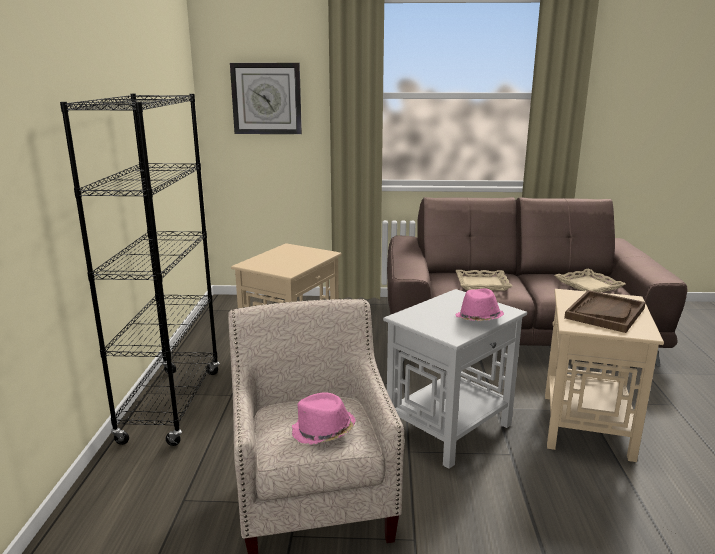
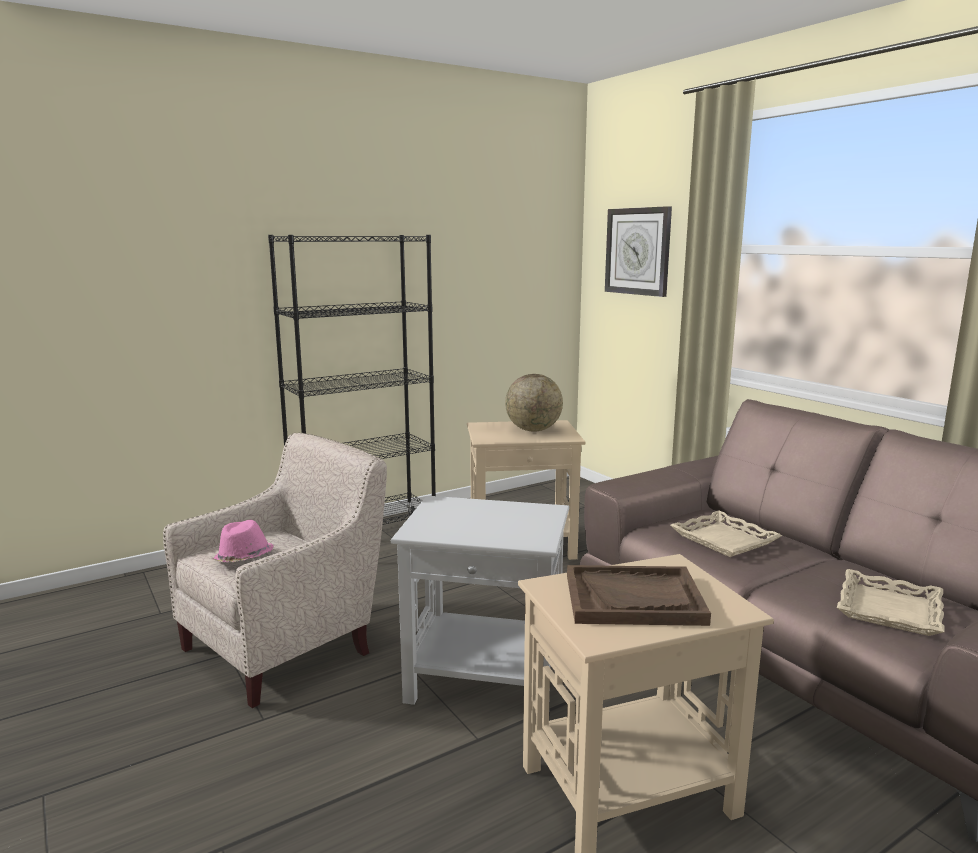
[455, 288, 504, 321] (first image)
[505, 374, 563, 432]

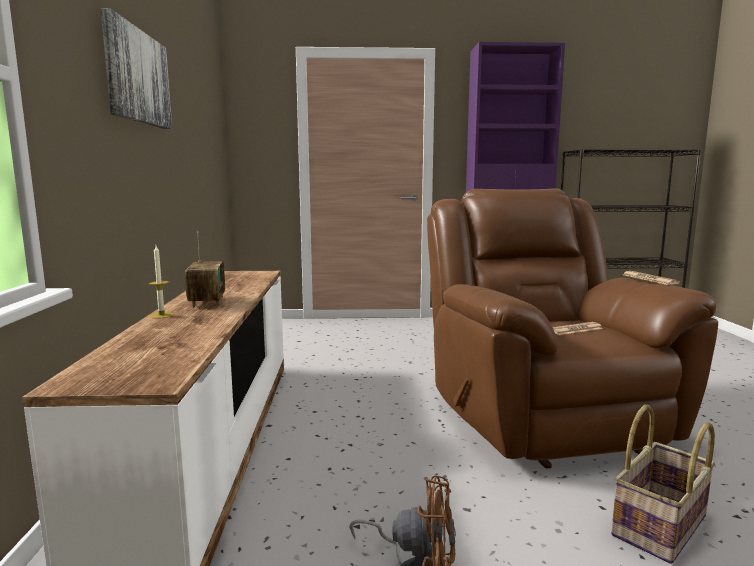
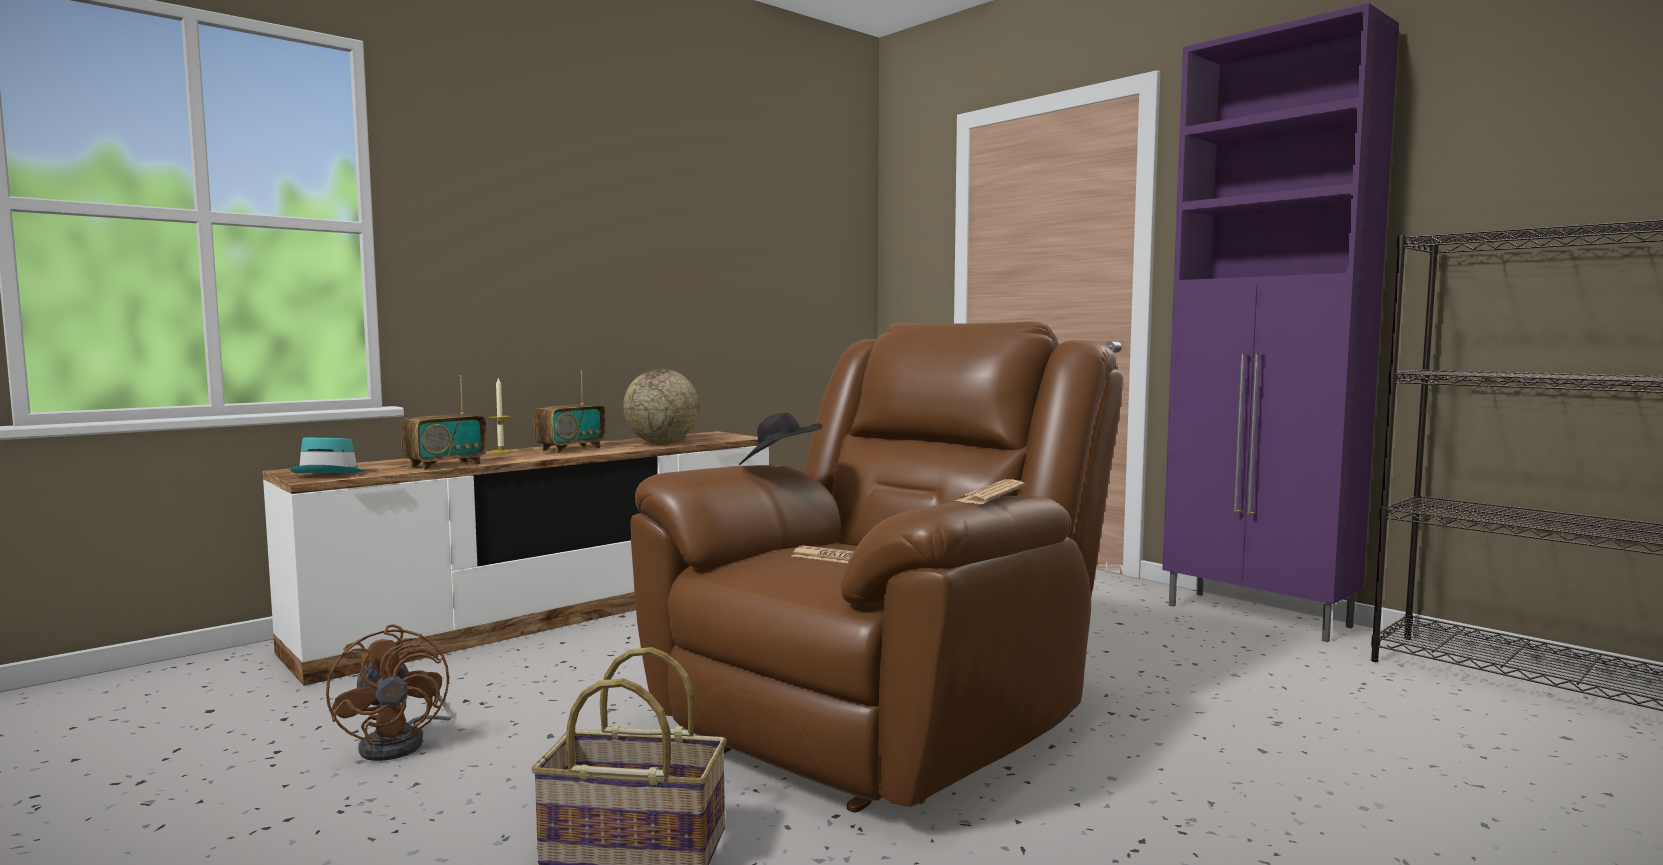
[100, 8, 172, 129] (first image)
[290, 437, 367, 474]
[401, 375, 487, 470]
[623, 369, 699, 444]
[739, 412, 822, 465]

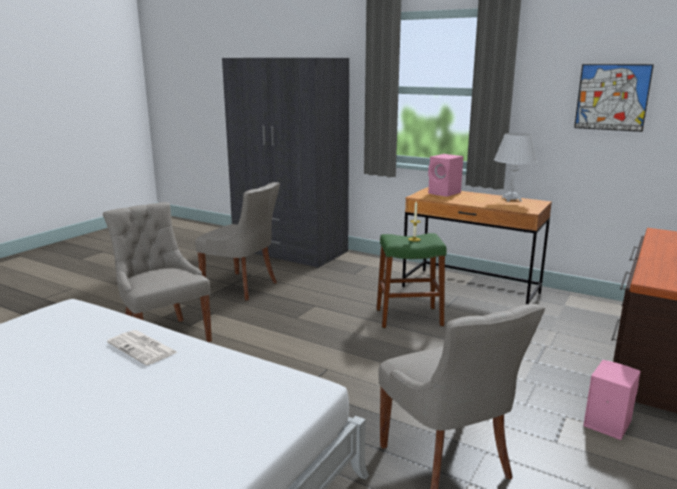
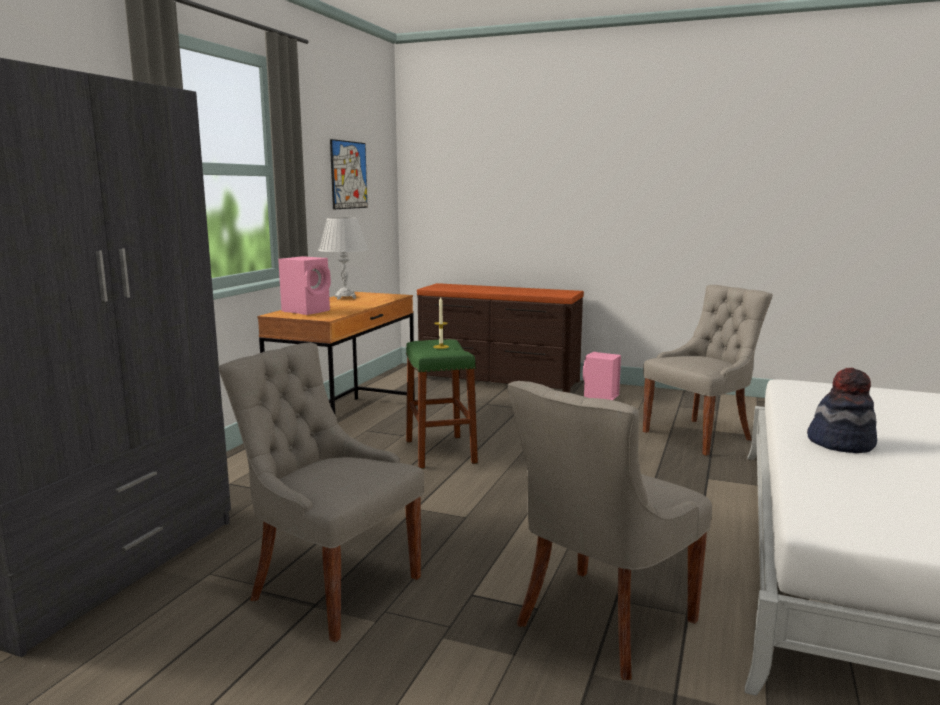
[807, 368, 877, 453]
[219, 342, 424, 642]

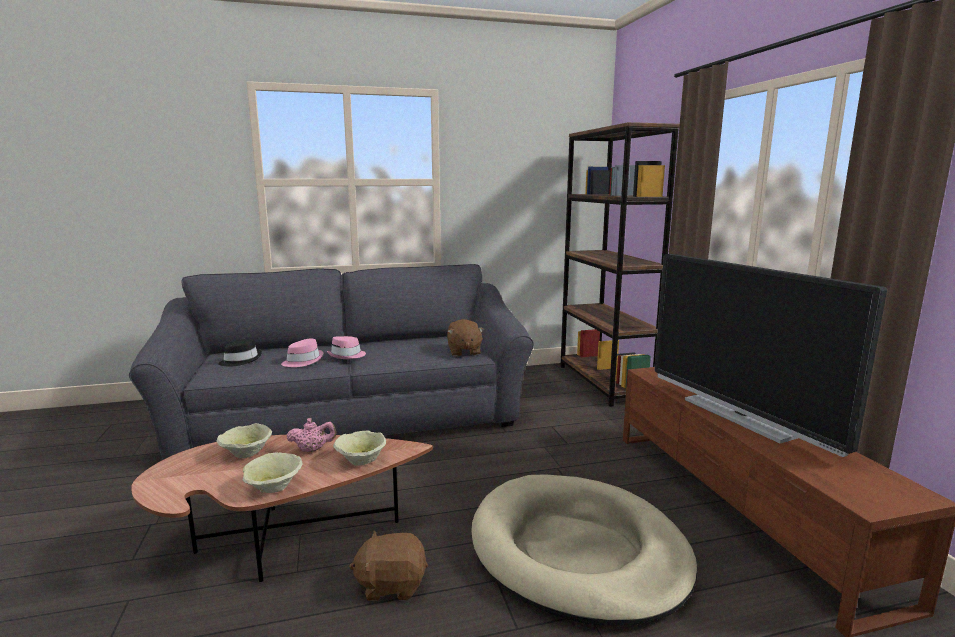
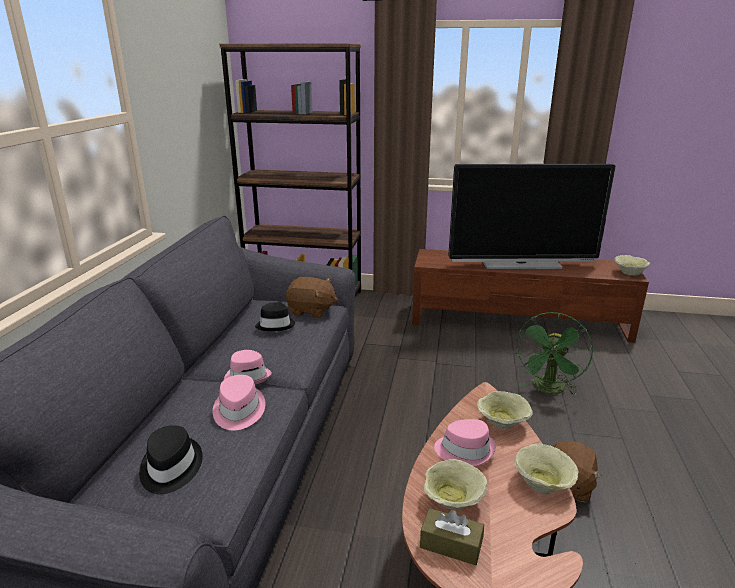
[255, 302, 295, 331]
[420, 508, 484, 565]
[615, 255, 650, 276]
[434, 419, 496, 466]
[515, 312, 593, 395]

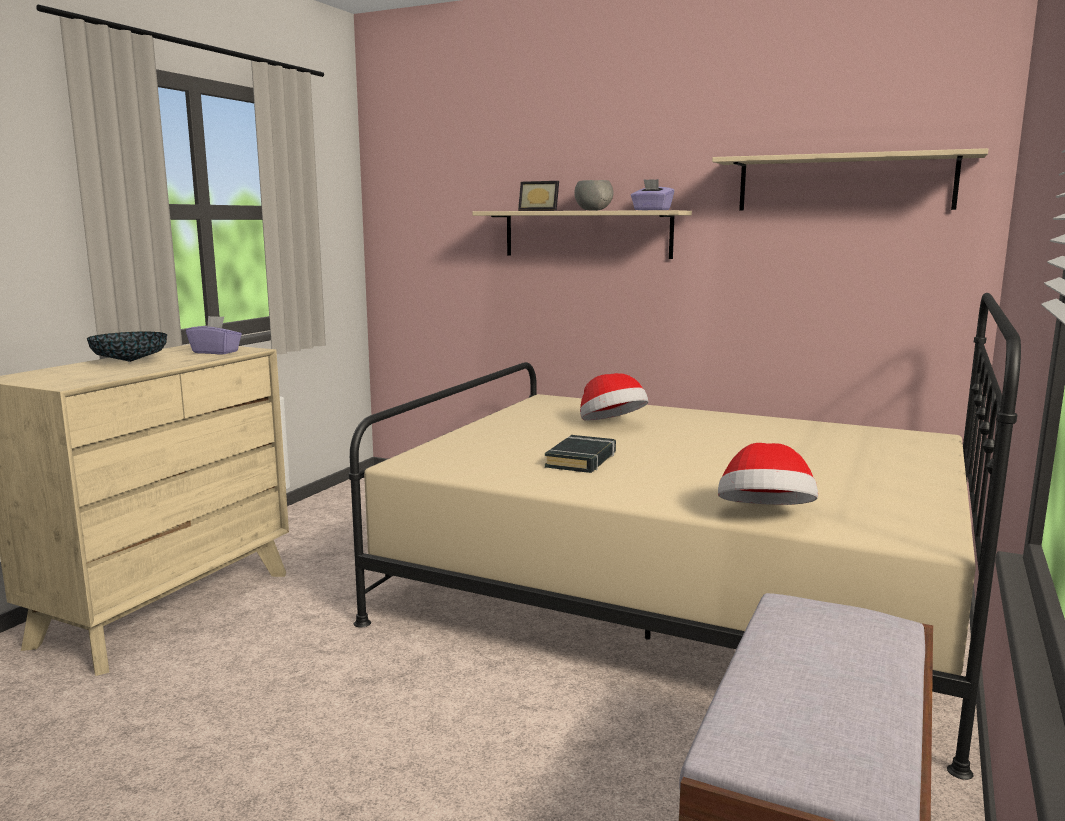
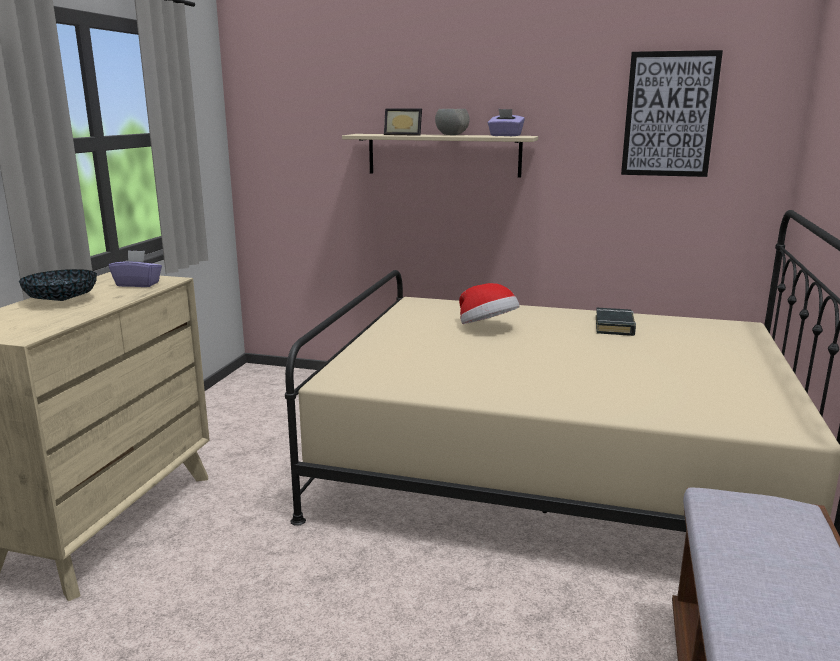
[718, 443, 818, 505] (first image)
[596, 308, 636, 336]
[621, 50, 723, 177]

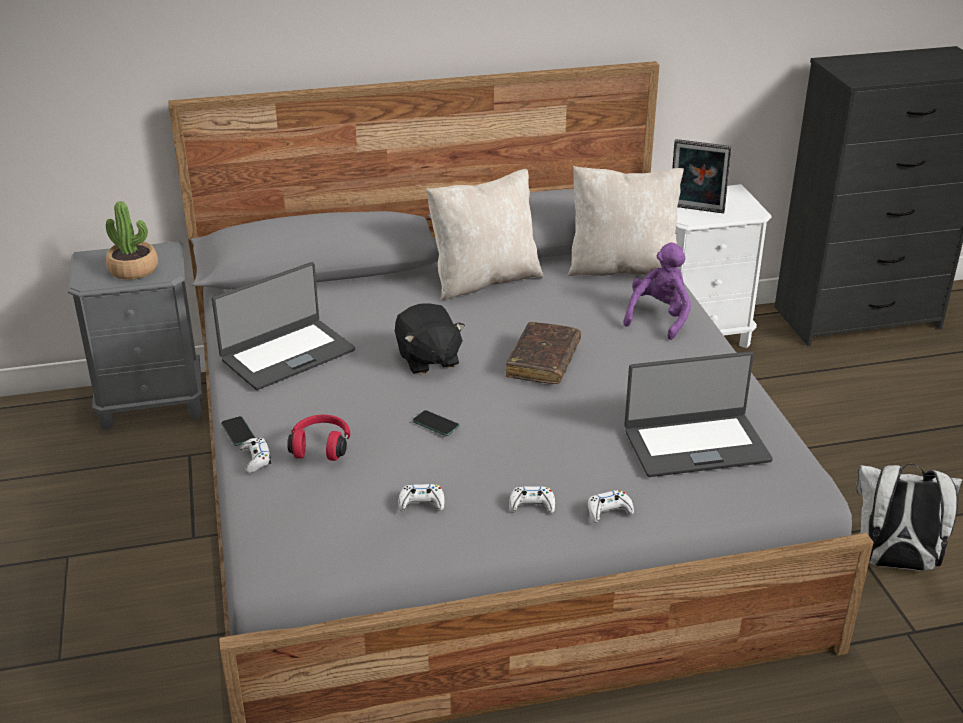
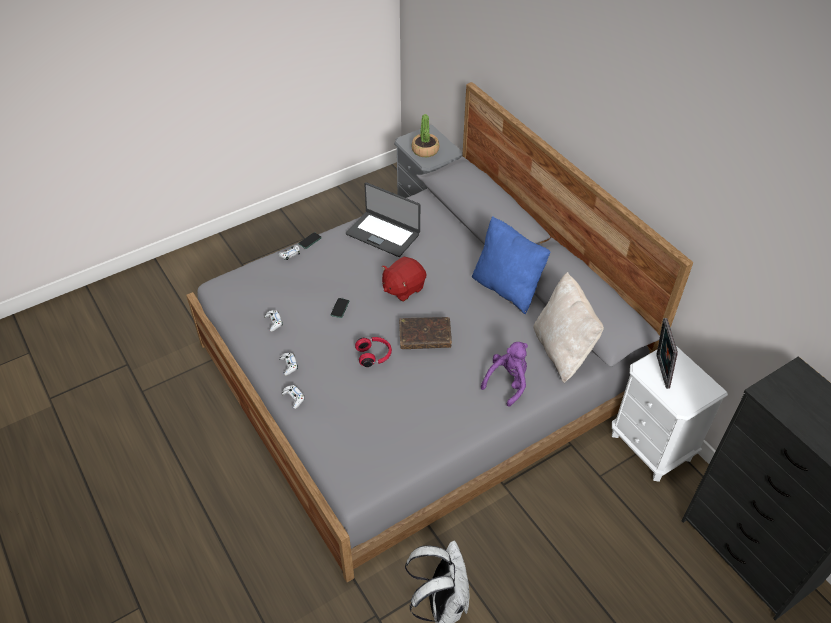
[624, 351, 773, 477] (first image)
[355, 337, 392, 367]
[382, 257, 426, 302]
[472, 216, 550, 314]
[481, 342, 528, 407]

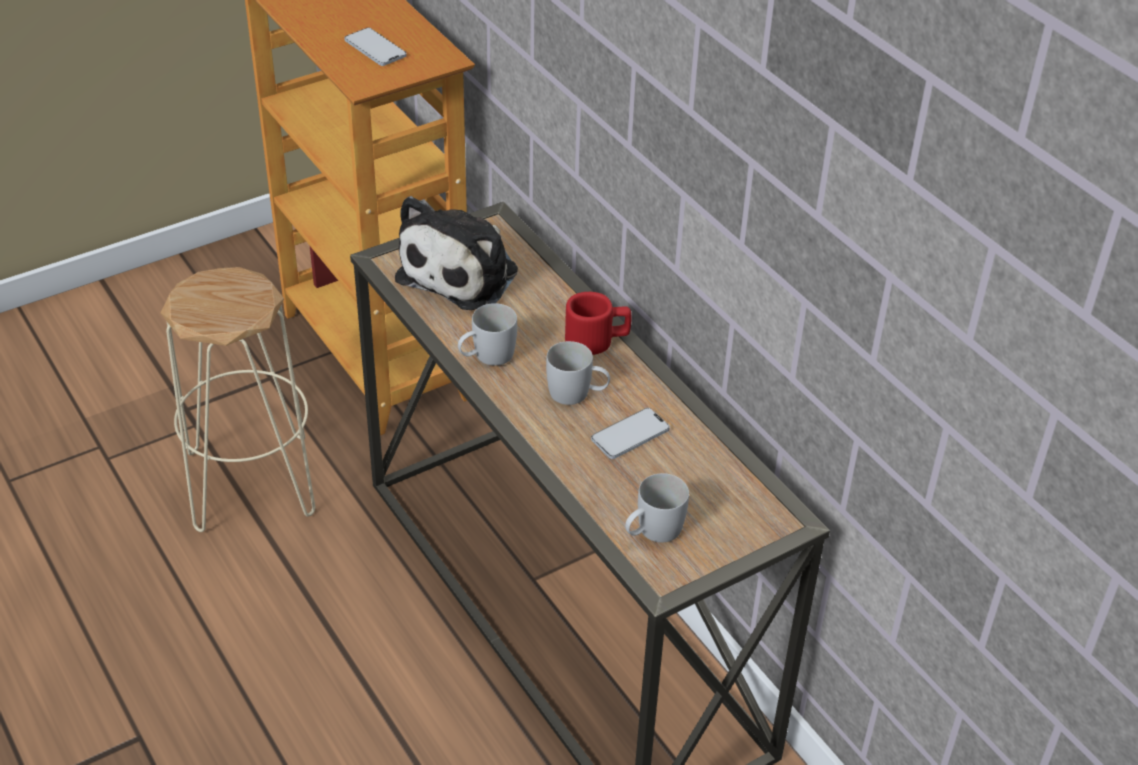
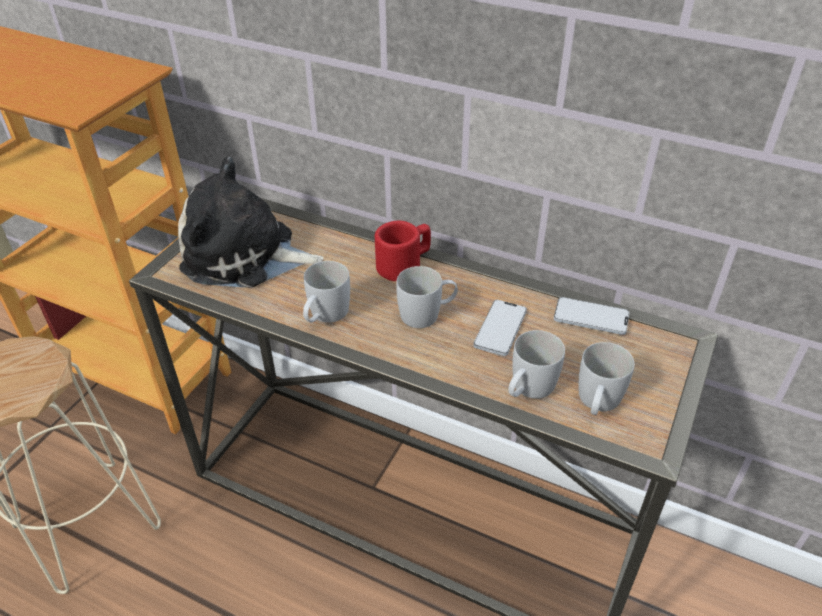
[508, 330, 565, 399]
[554, 297, 629, 335]
[178, 157, 323, 288]

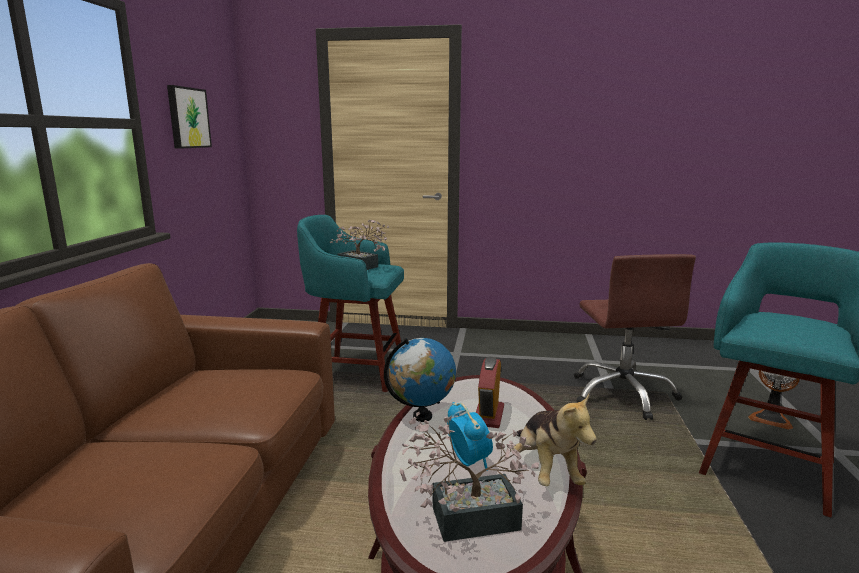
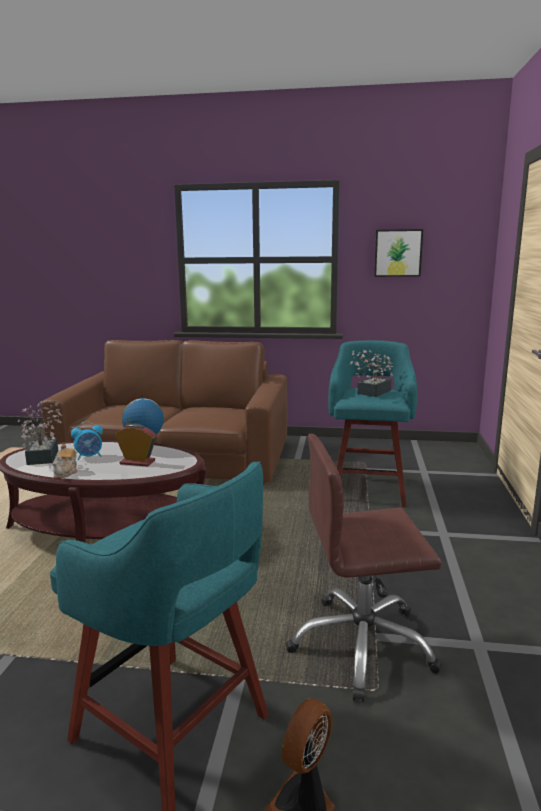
[52, 444, 78, 478]

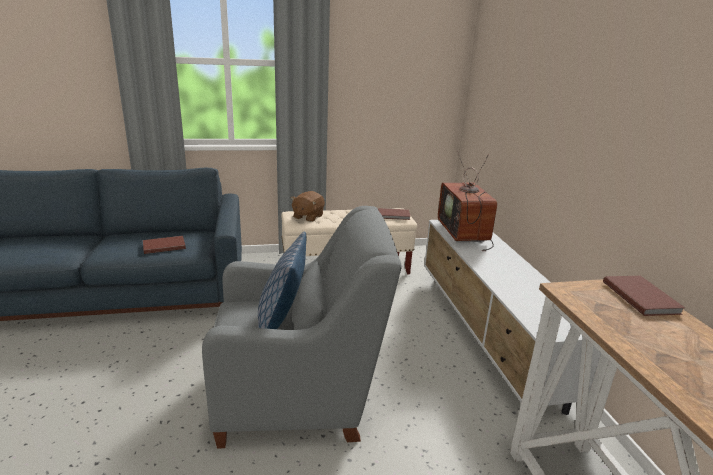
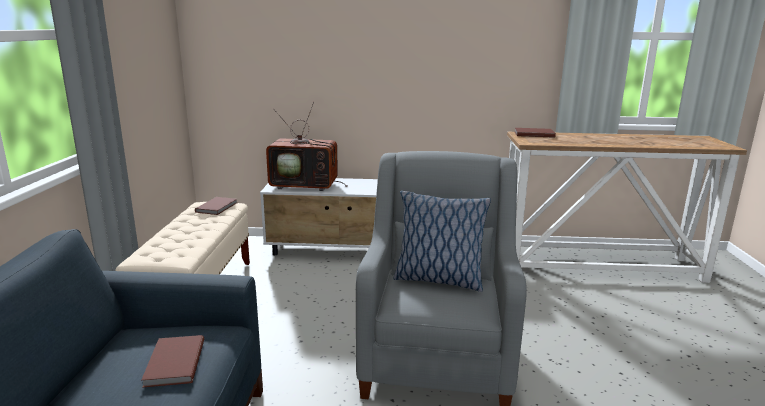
[291, 191, 325, 222] (first image)

